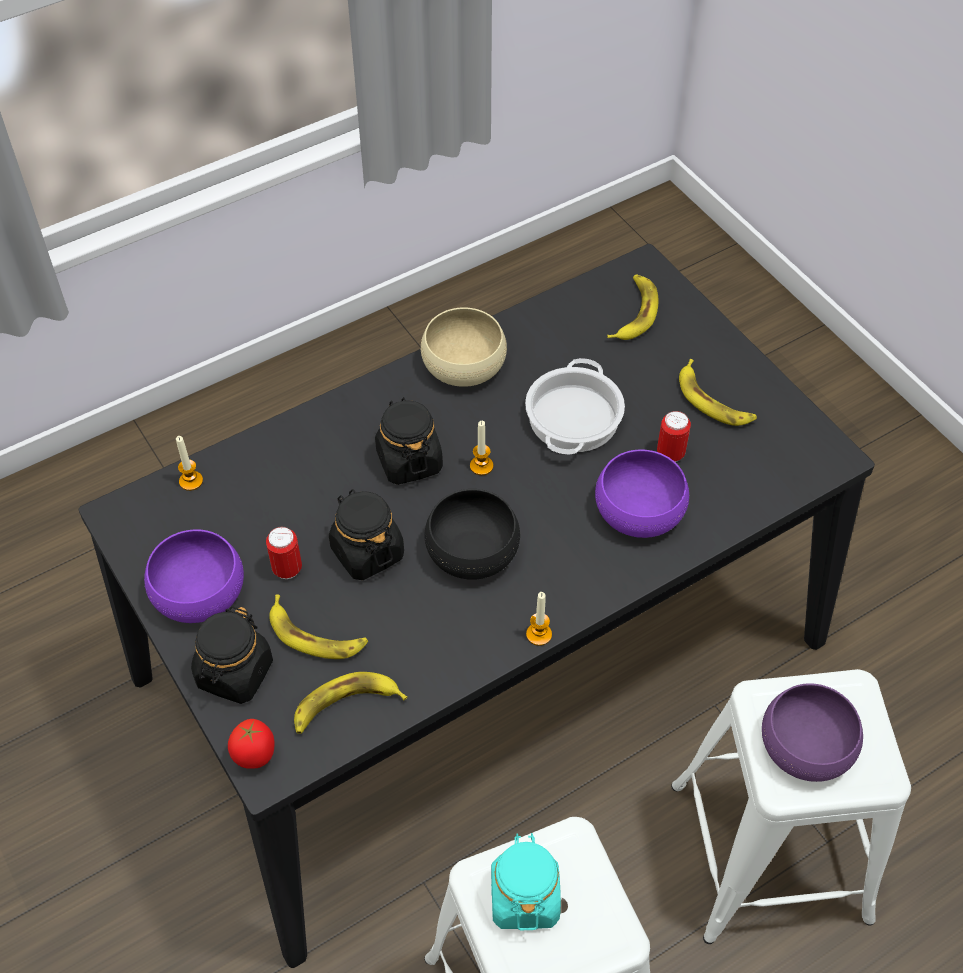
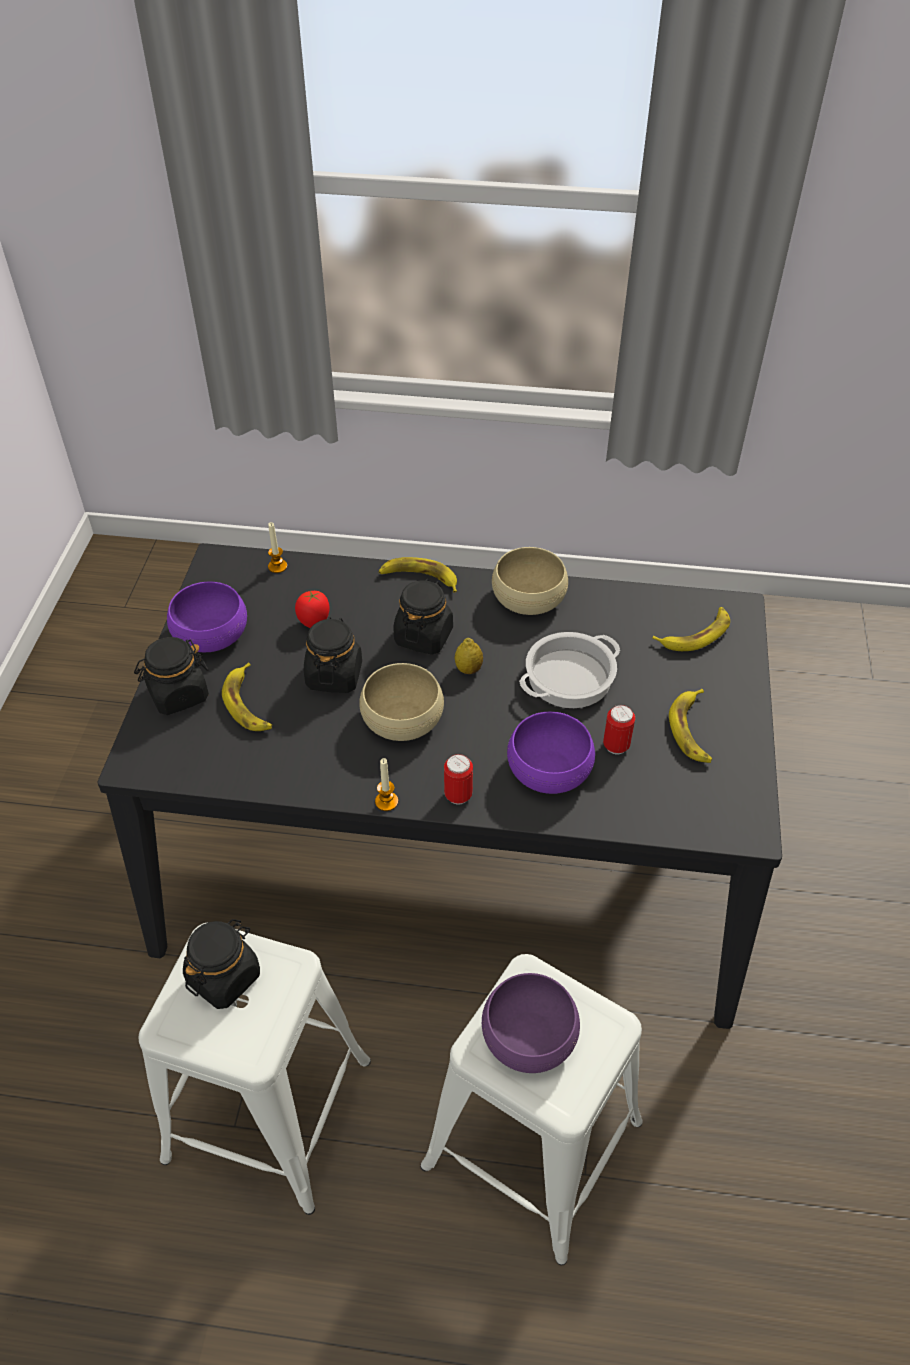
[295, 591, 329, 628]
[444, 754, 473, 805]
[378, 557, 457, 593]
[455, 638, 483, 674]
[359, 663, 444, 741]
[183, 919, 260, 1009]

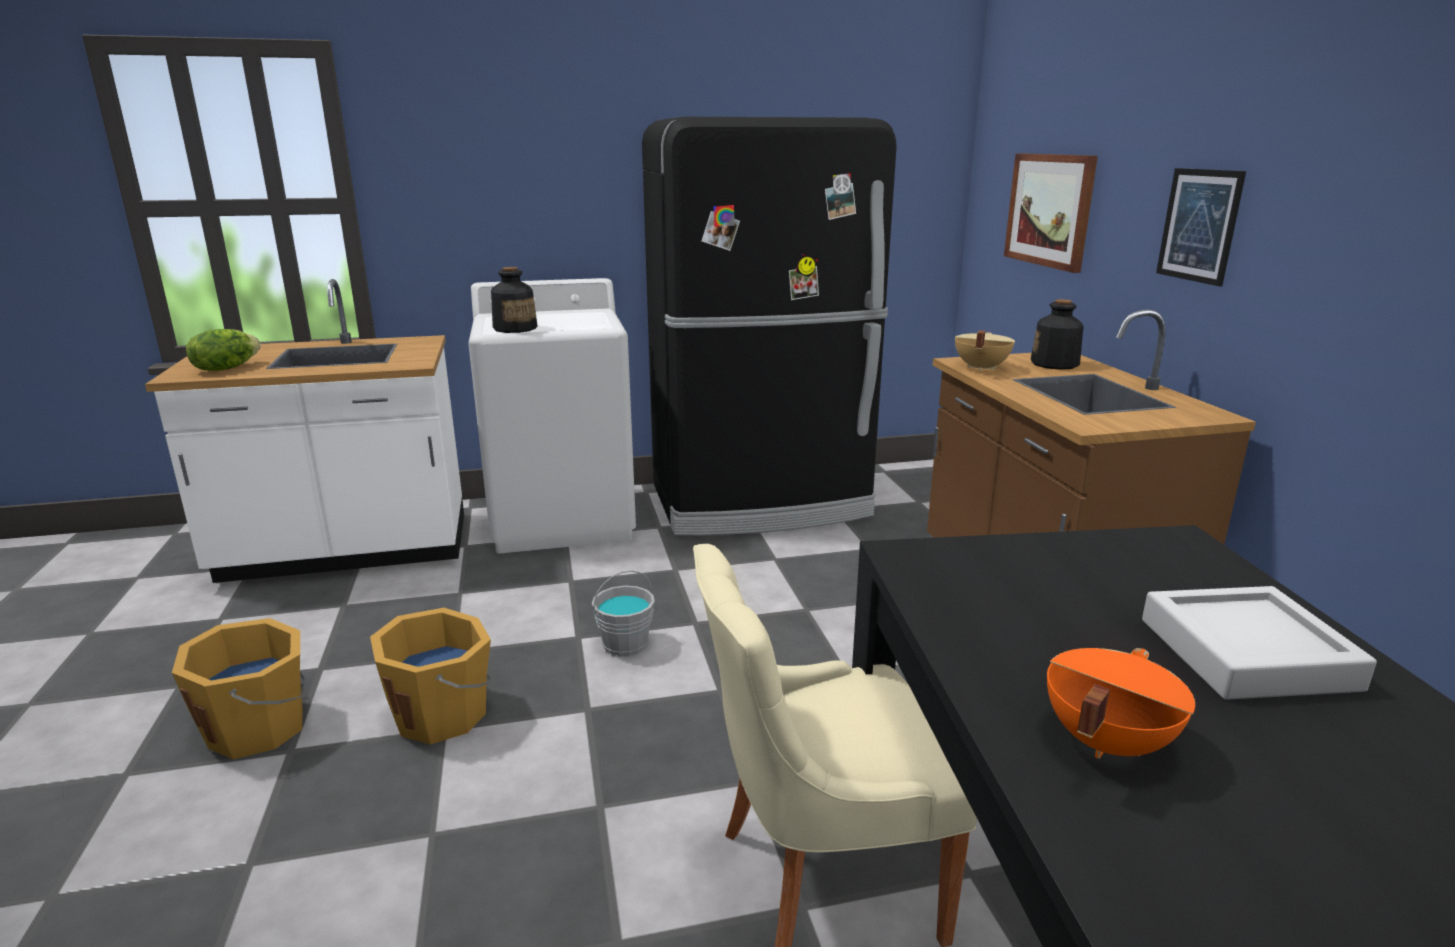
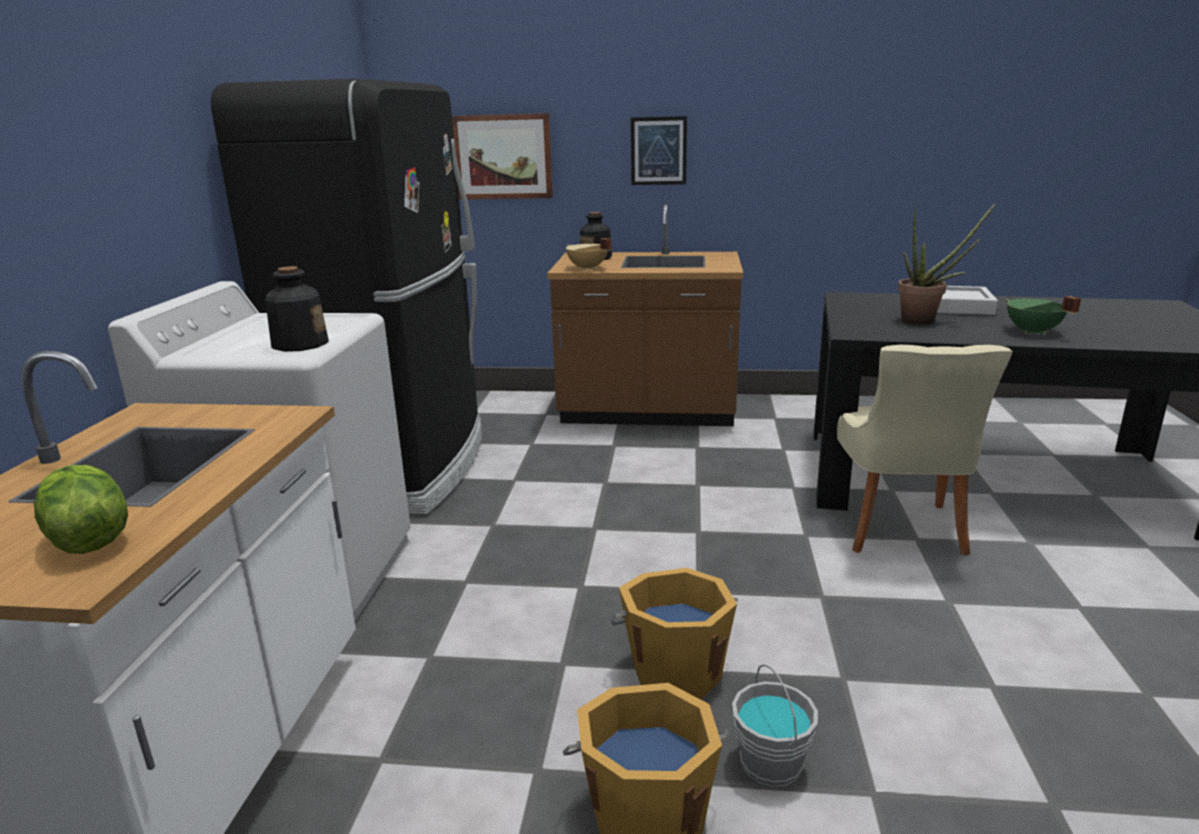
[898, 204, 995, 325]
[732, 664, 818, 787]
[1005, 296, 1081, 335]

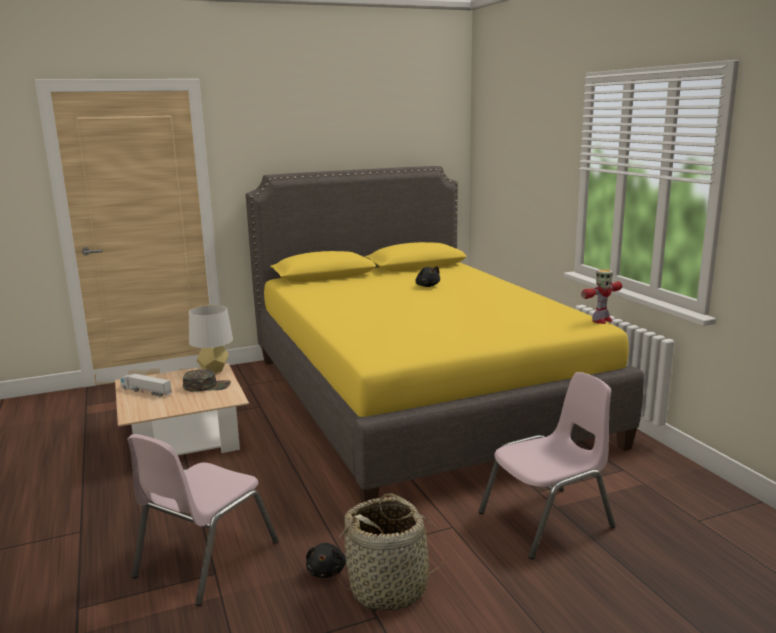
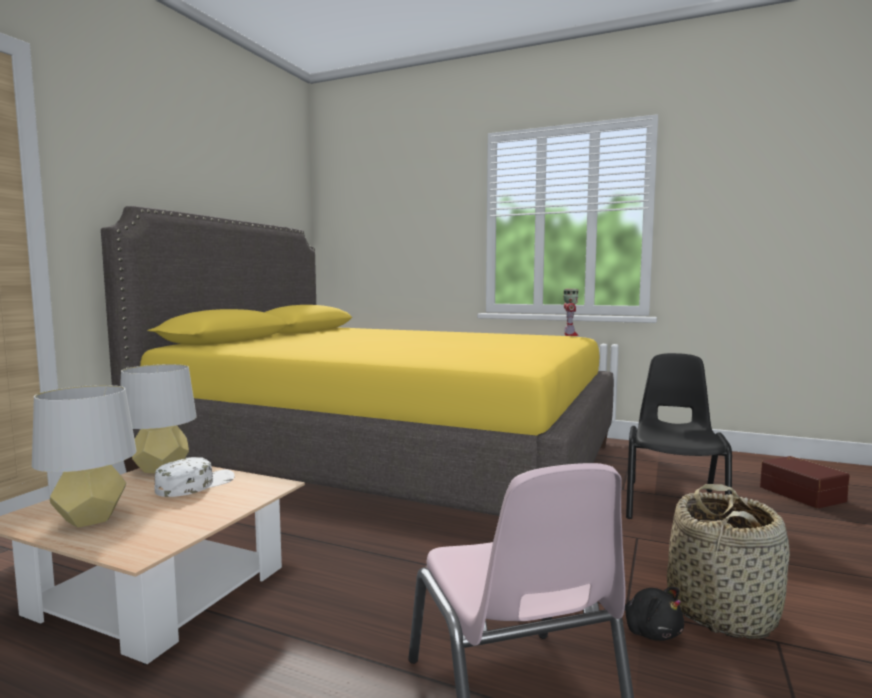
[415, 266, 440, 287] (first image)
[760, 456, 850, 508]
[32, 385, 137, 528]
[154, 457, 235, 497]
[626, 353, 732, 519]

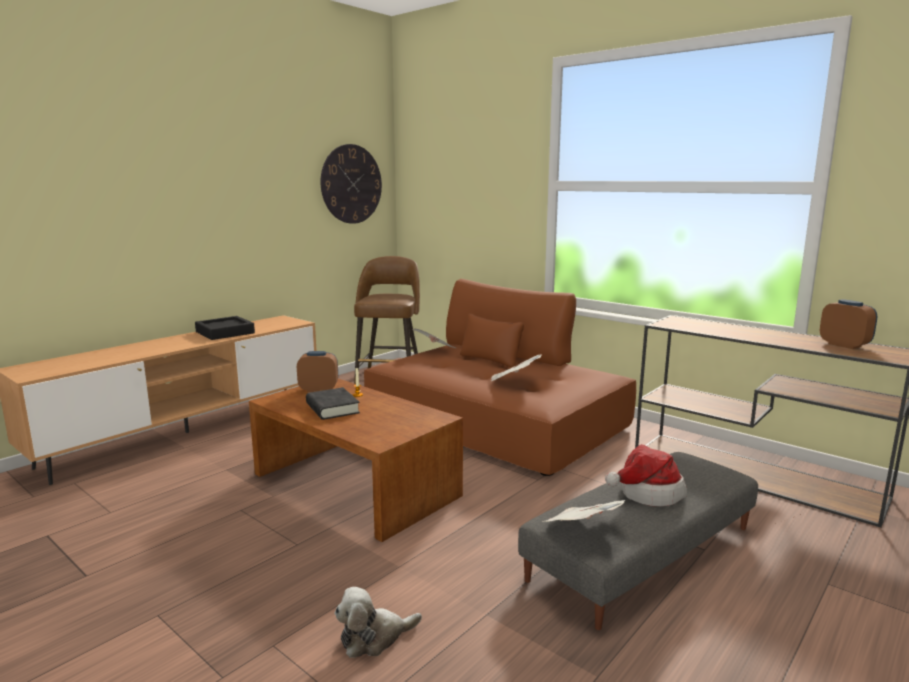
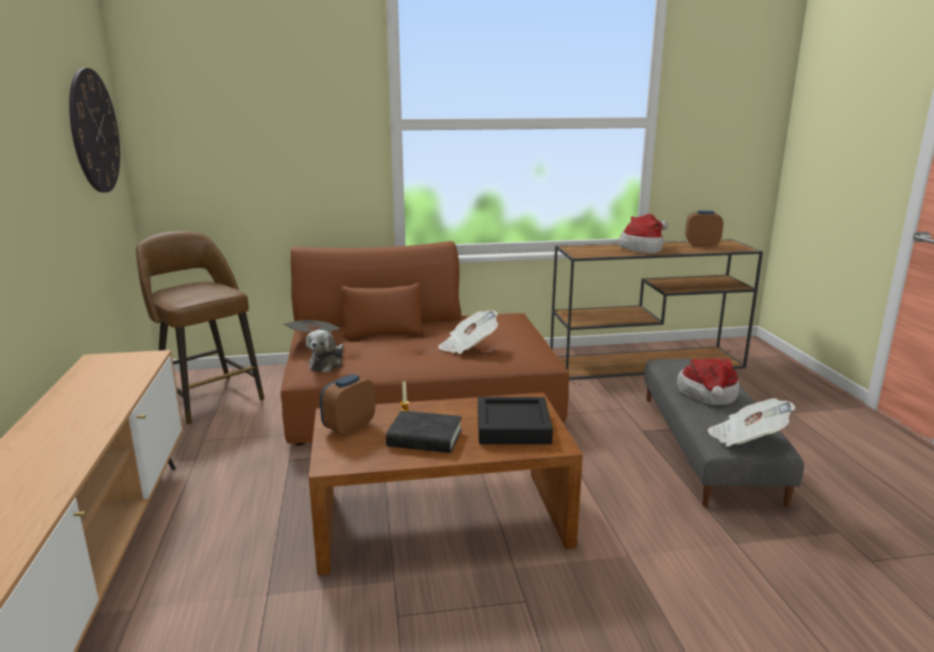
[618, 214, 668, 253]
[478, 397, 553, 444]
[306, 330, 344, 372]

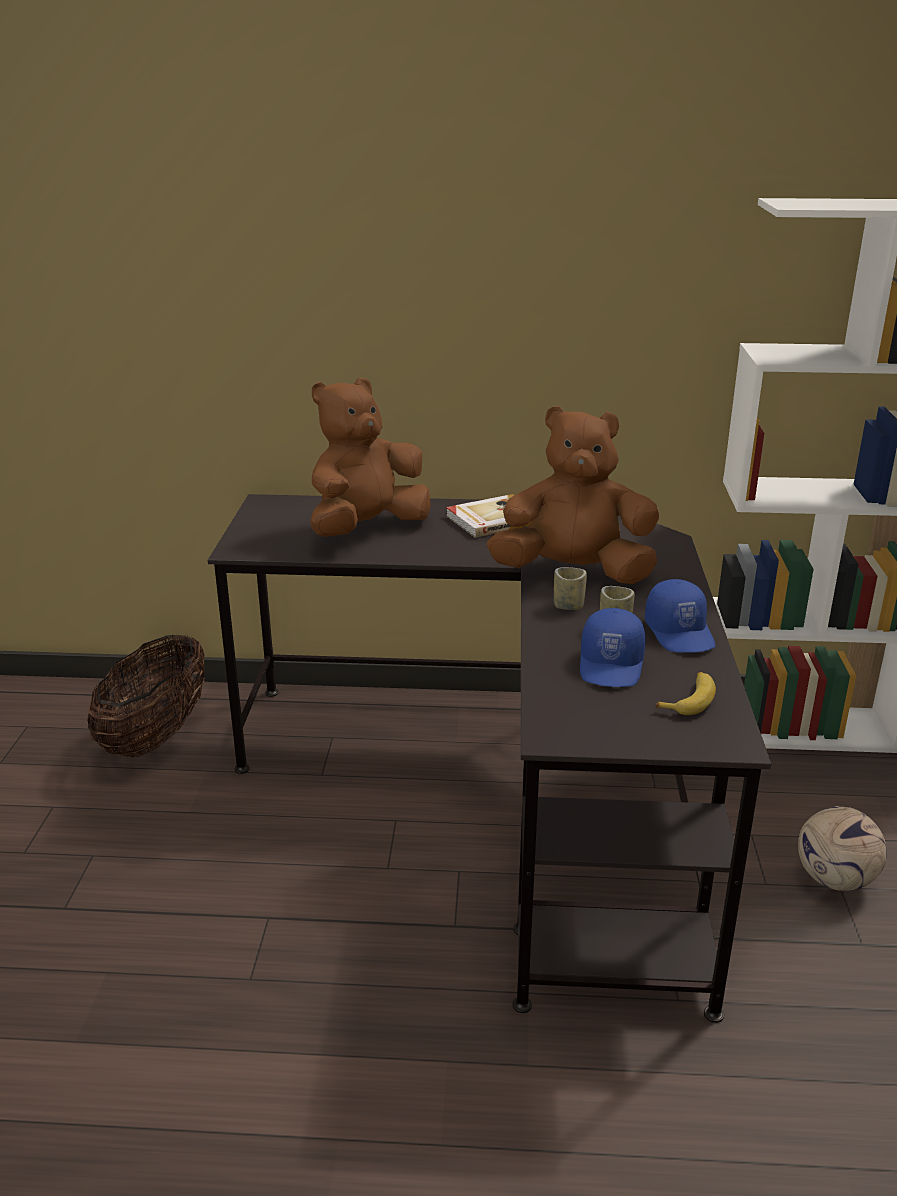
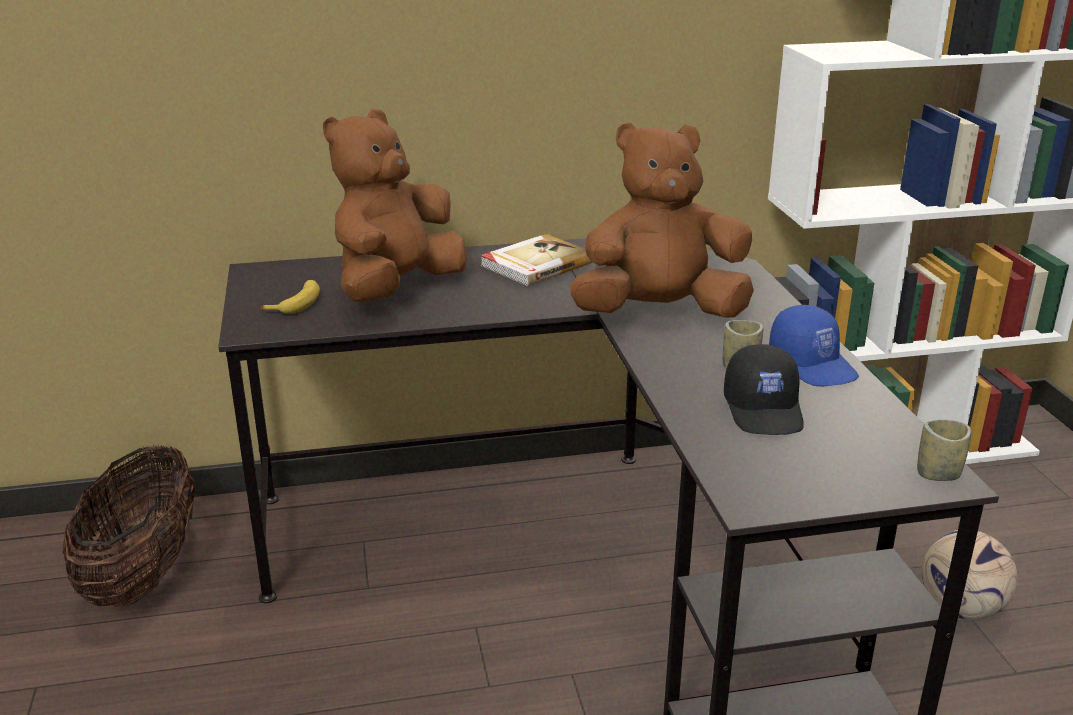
[917, 419, 971, 481]
[261, 280, 320, 314]
[724, 344, 804, 435]

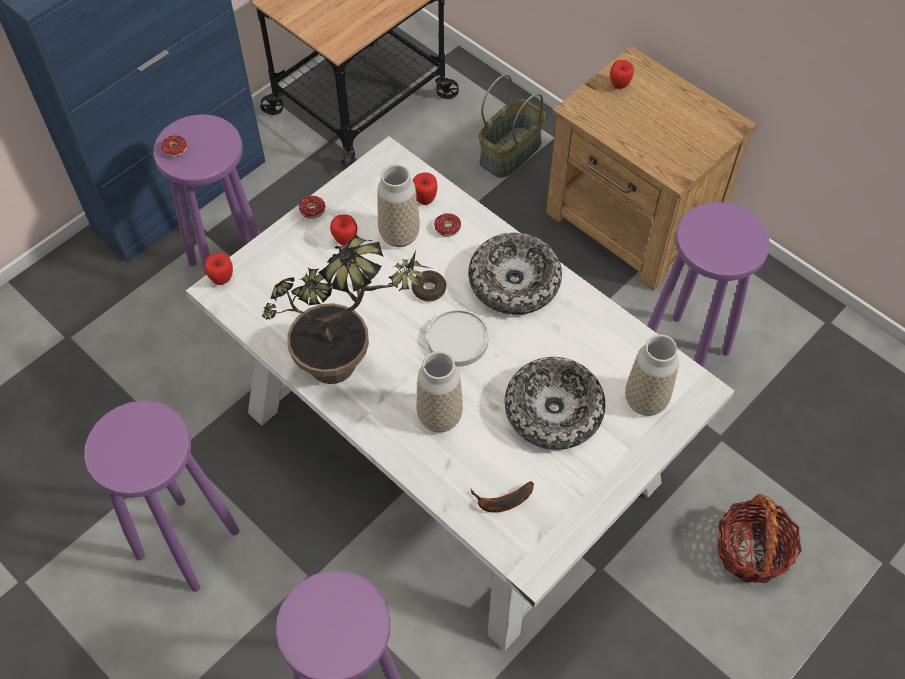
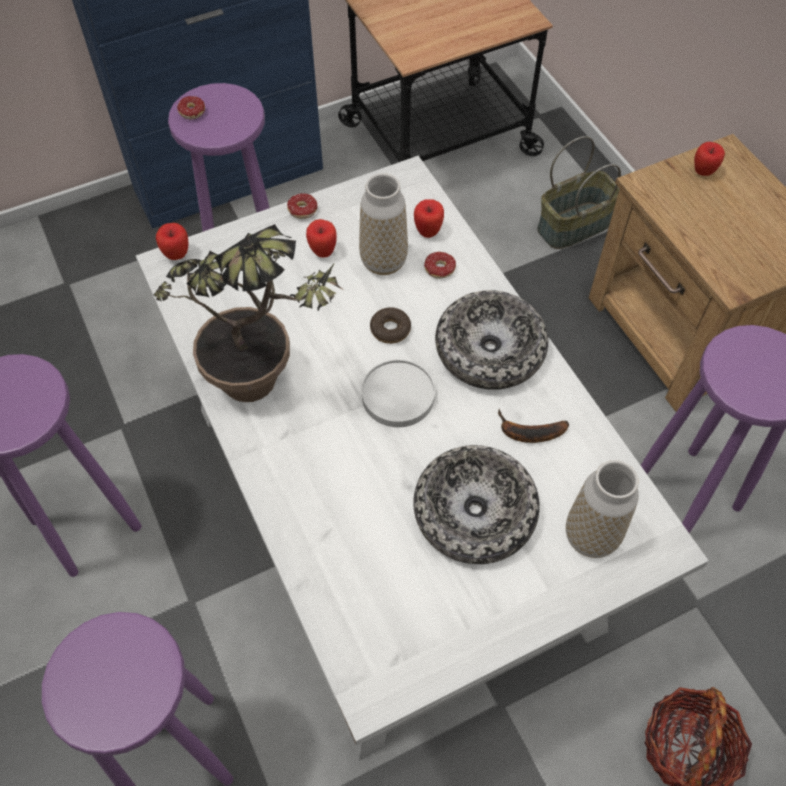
[416, 351, 463, 432] (first image)
[498, 408, 569, 443]

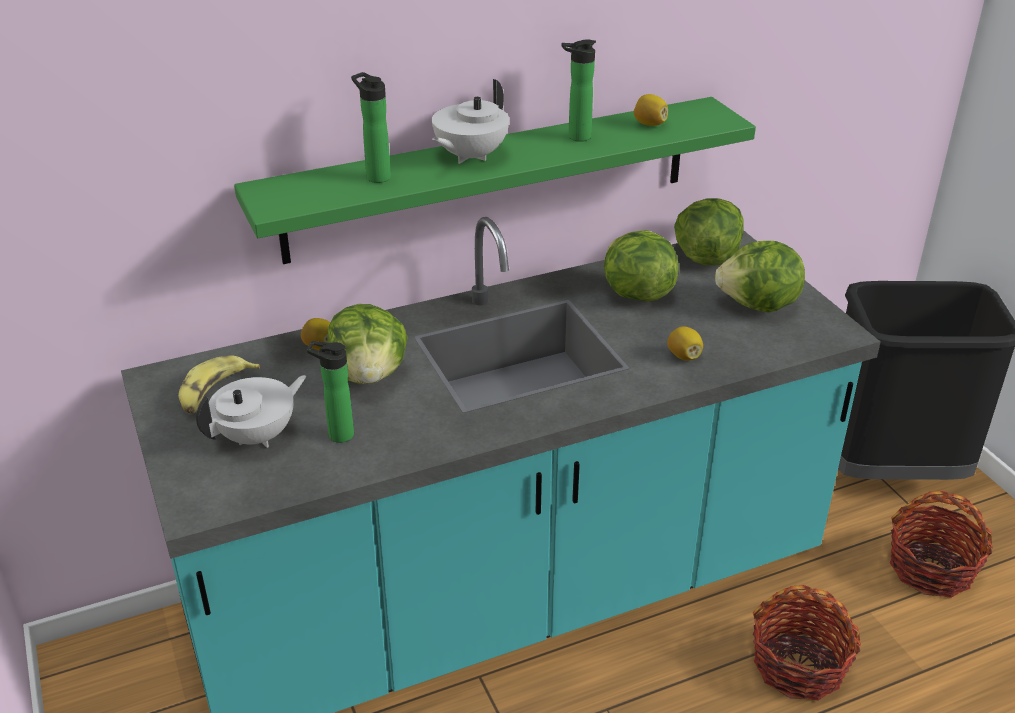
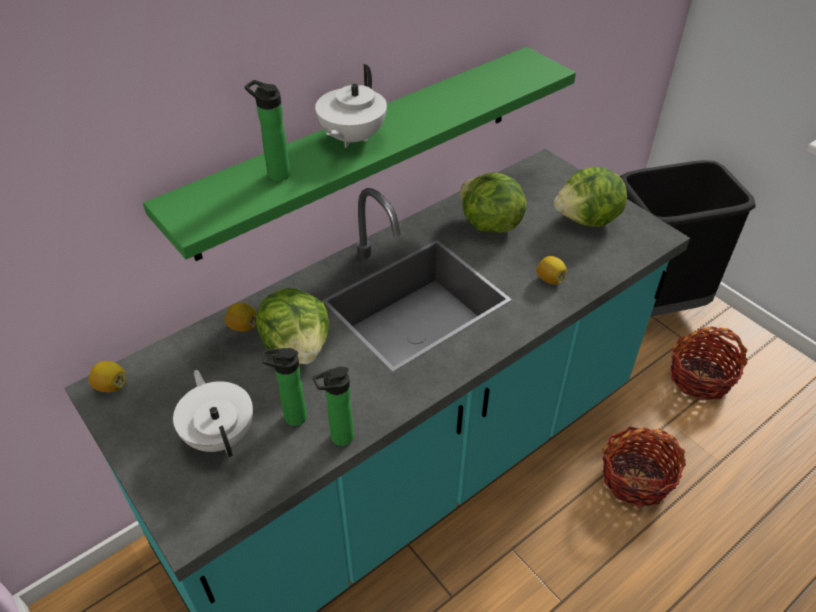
[178, 355, 260, 414] (first image)
[674, 198, 744, 265] (first image)
[312, 367, 354, 446]
[89, 361, 126, 392]
[173, 370, 253, 458]

